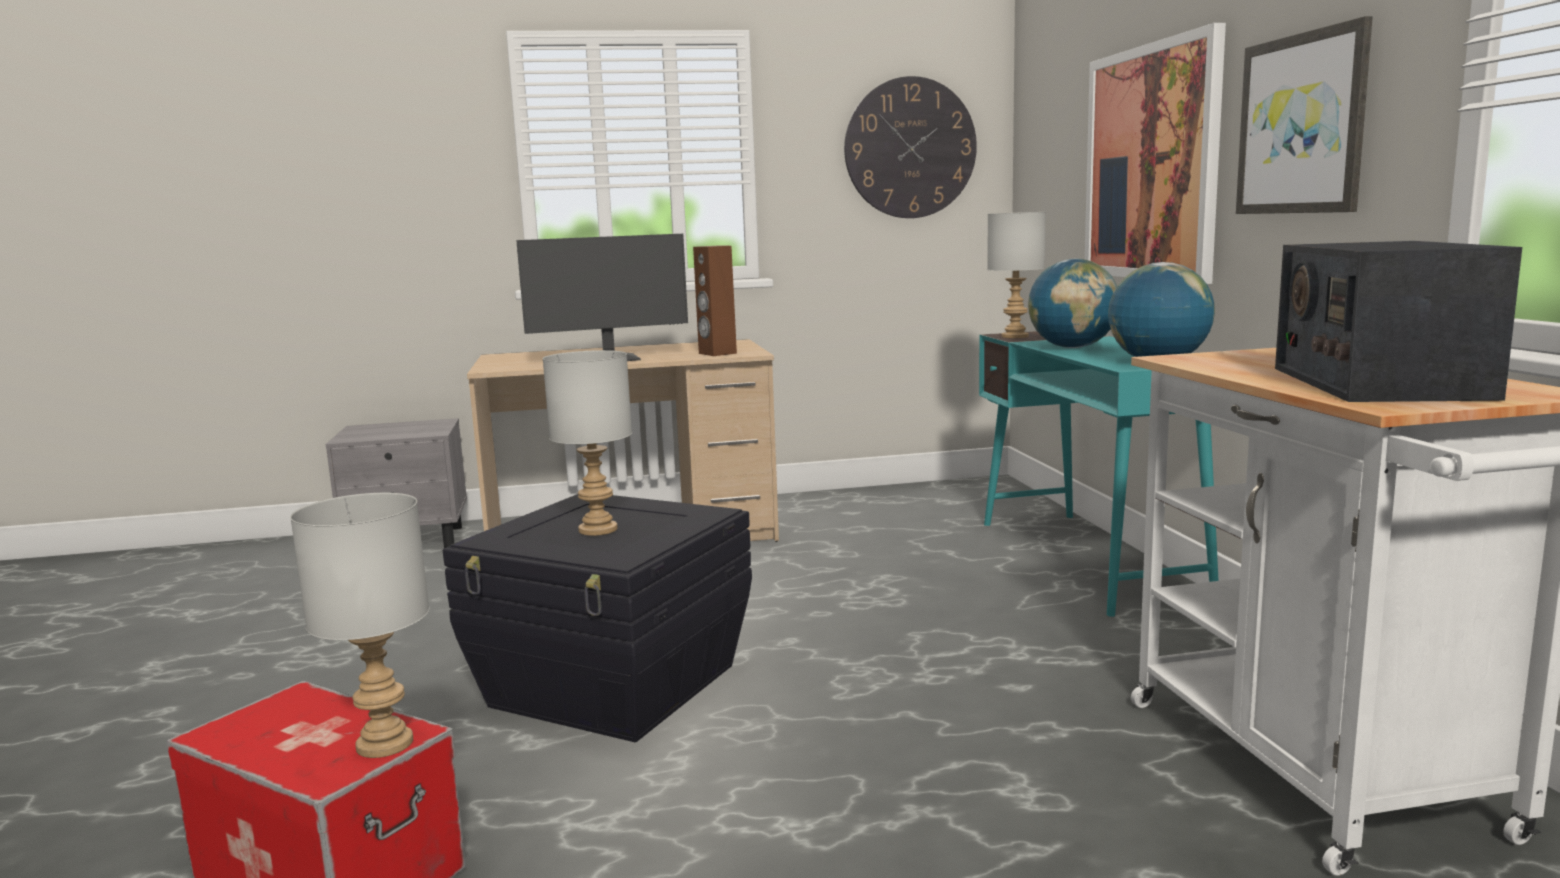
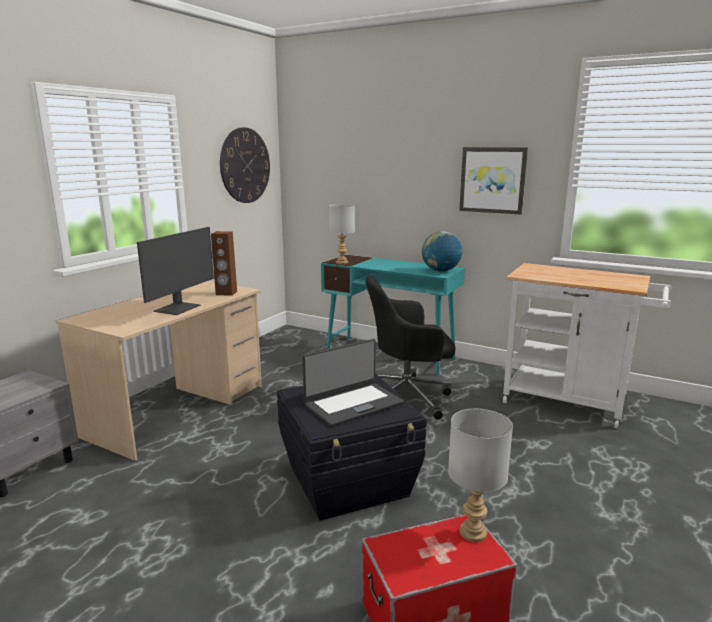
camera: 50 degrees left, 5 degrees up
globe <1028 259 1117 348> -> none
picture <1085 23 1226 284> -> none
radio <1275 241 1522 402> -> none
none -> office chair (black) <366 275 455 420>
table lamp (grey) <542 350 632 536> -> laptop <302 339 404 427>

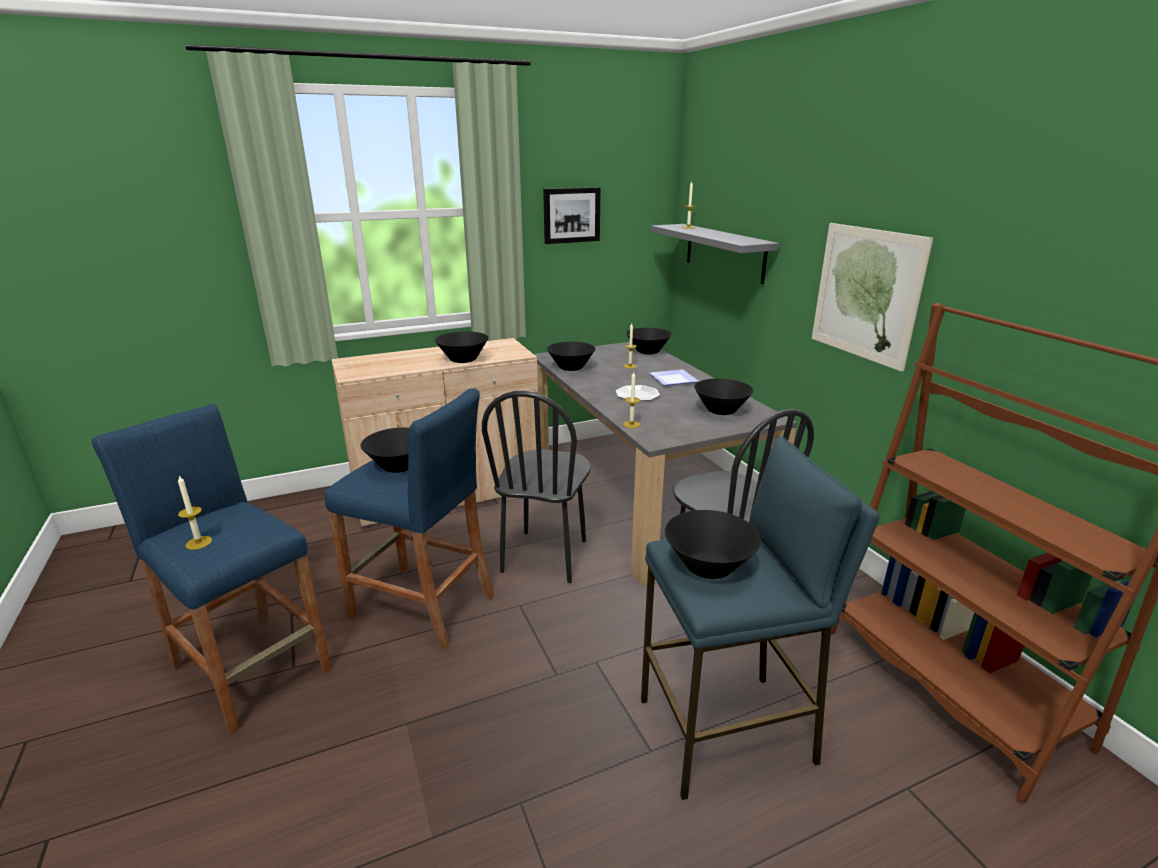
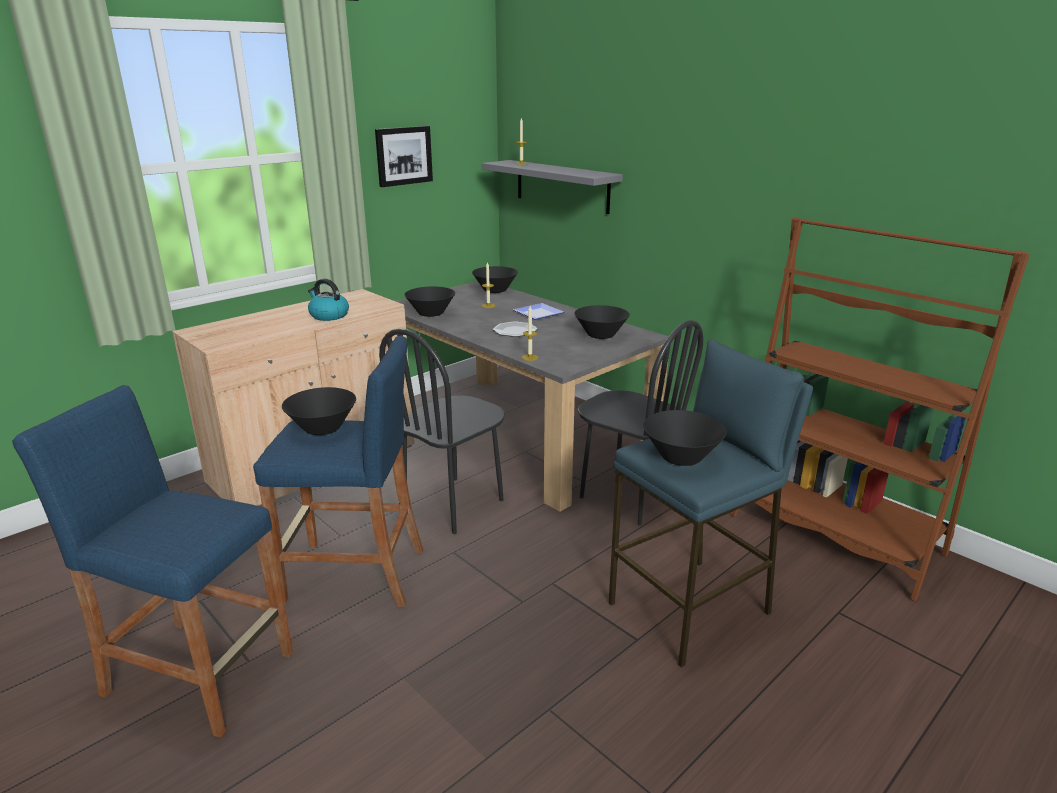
camera: 20 degrees left, 0 degrees up
candle <178 476 212 550> -> none
picture <812 223 933 372> -> none
bowl (black) <435 331 488 363> -> kettle <308 279 349 321>
chair (black) <482 391 591 583> -> chair (black) <379 328 505 534>, 45 degrees clockwise

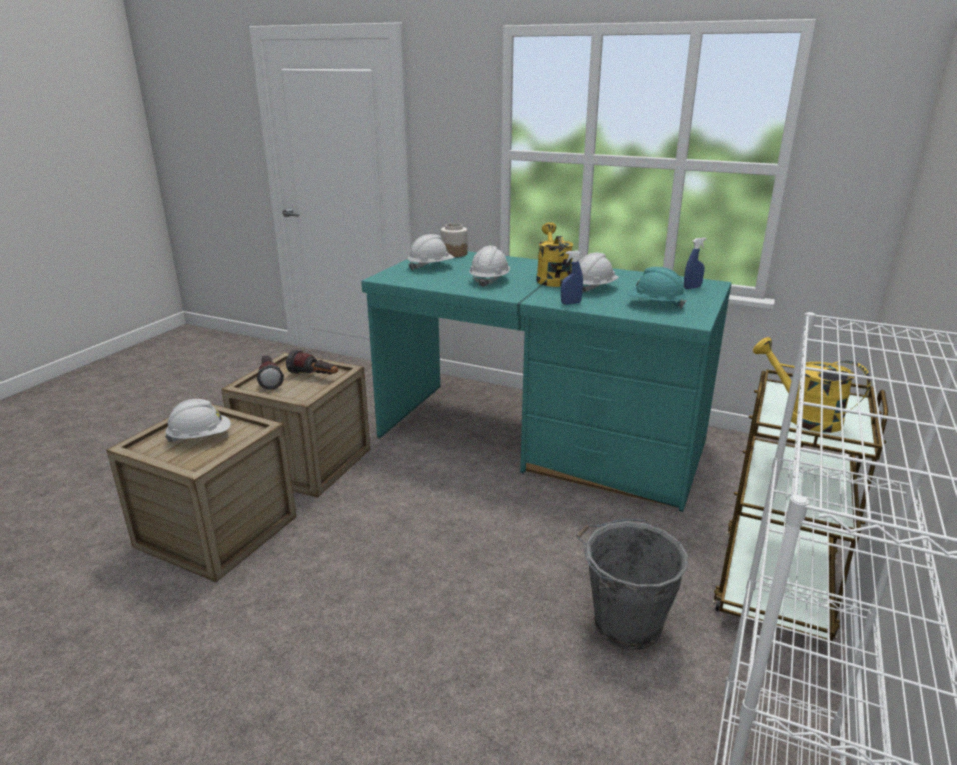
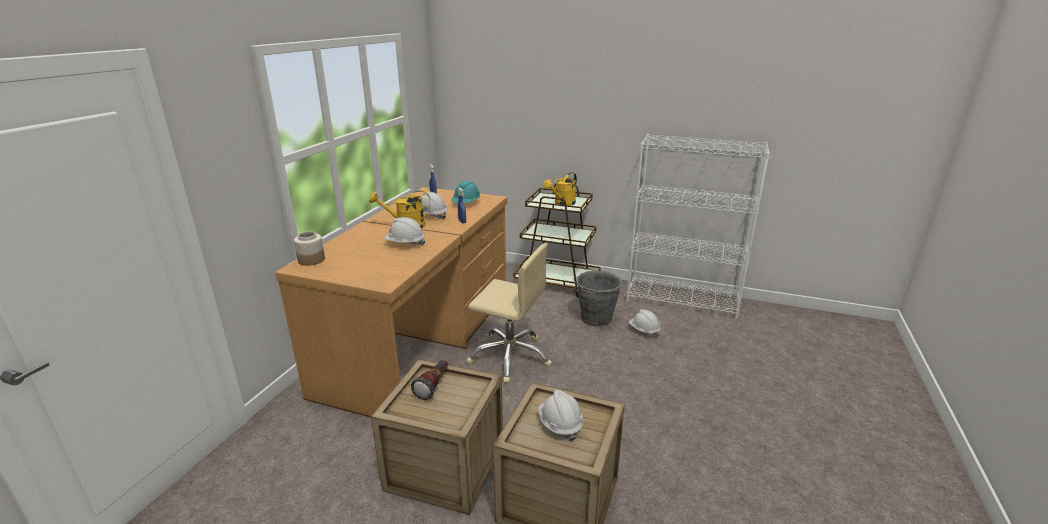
camera: 95 degrees left, 0 degrees up
flashlight <256 355 284 390> -> none
none -> office chair (beige) <467 243 552 383>
hard hat (white) <408 234 455 271> -> hard hat (white) <629 309 661 337>, relocated
desk (turquoise) <361 251 732 512> -> desk (brown) <275 187 508 418>

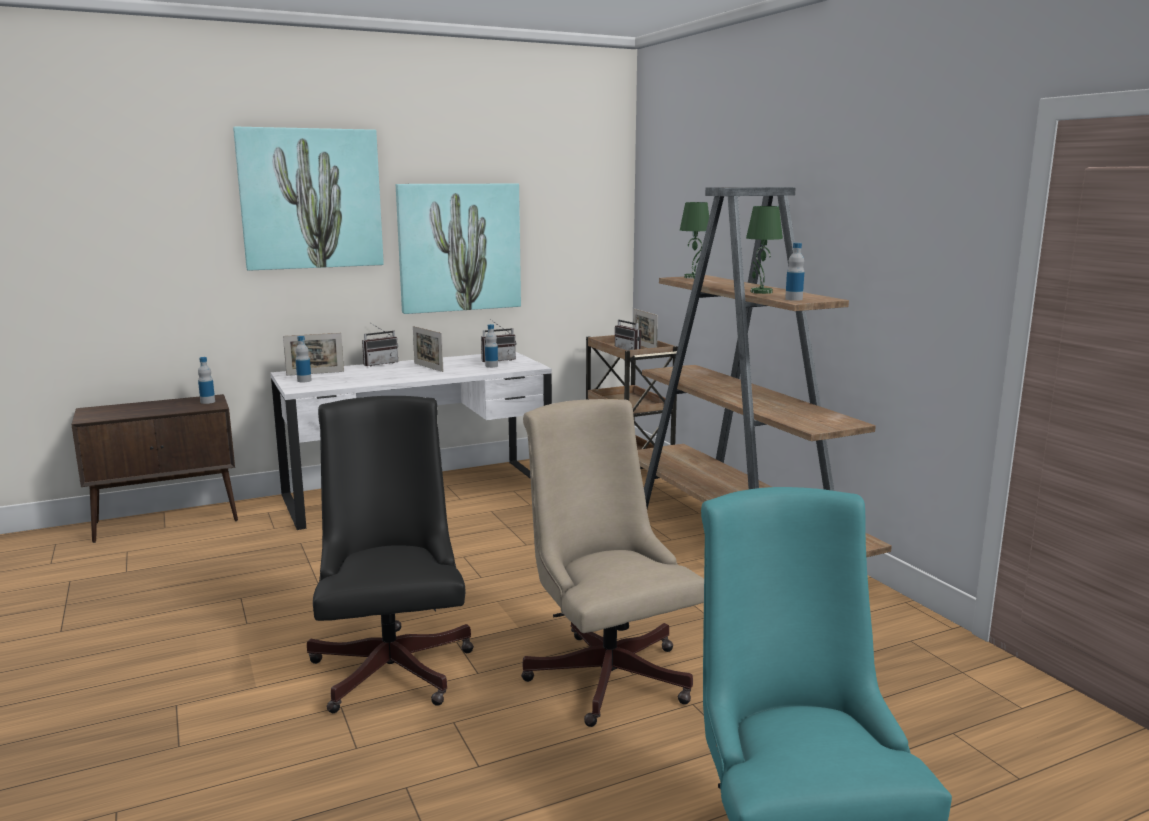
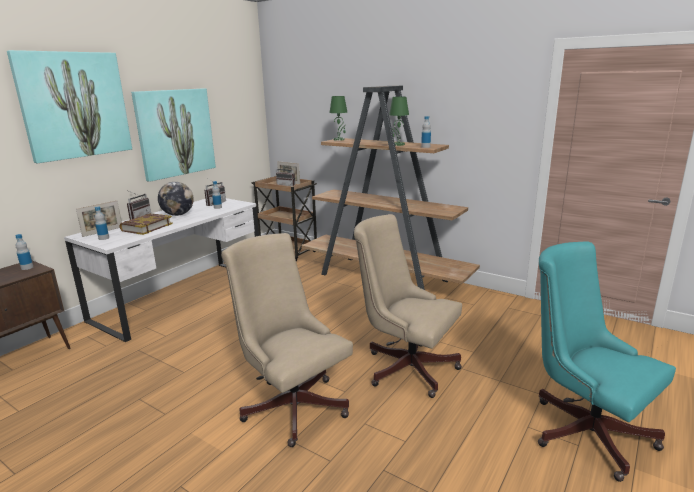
camera: 30 degrees left, 5 degrees up
none -> book <119 213 173 235>
picture frame <413 326 443 372> -> globe <158 182 194 216>
office chair (black) <307 396 474 713> -> office chair (beige) <221 233 353 447>

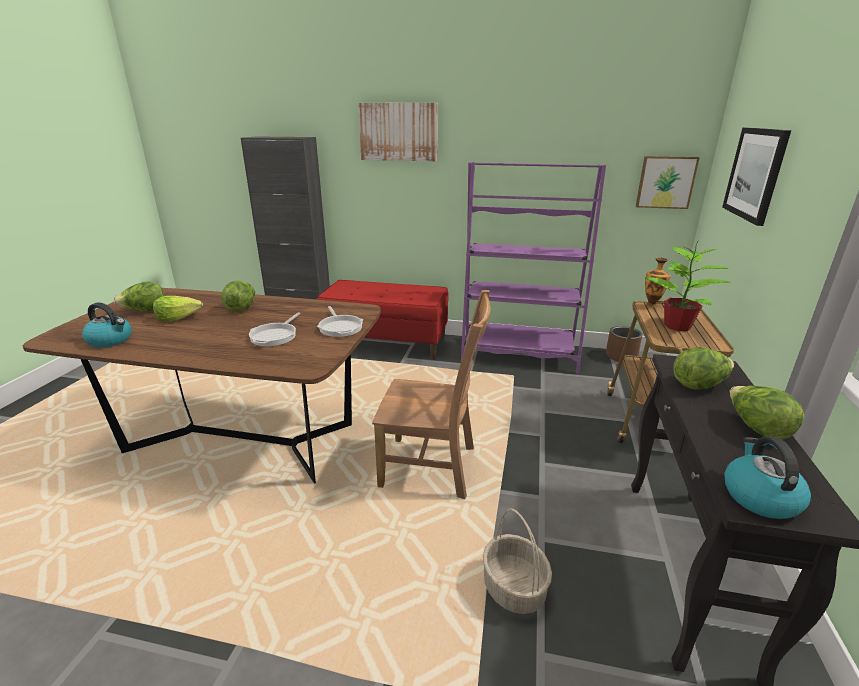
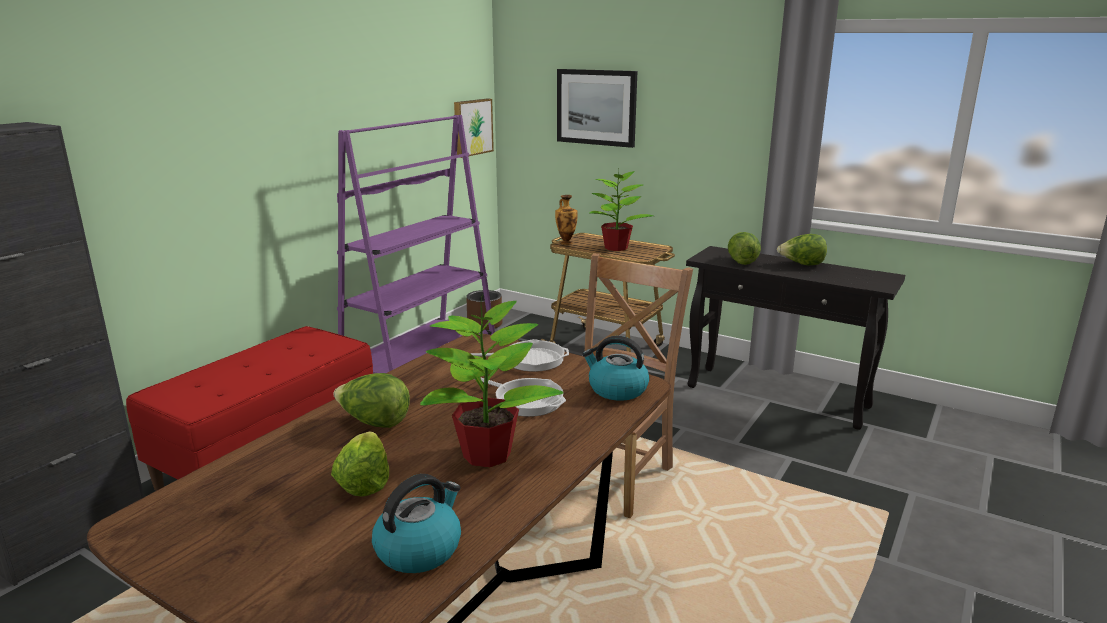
camera: 70 degrees left, 5 degrees down
lettuce <113 282 164 312> -> none
picture <358 103 438 162> -> none
basket <483 508 552 614> -> none
none -> potted plant <420 297 563 467>
kettle <724 436 811 519> -> kettle <582 336 649 401>, relocated

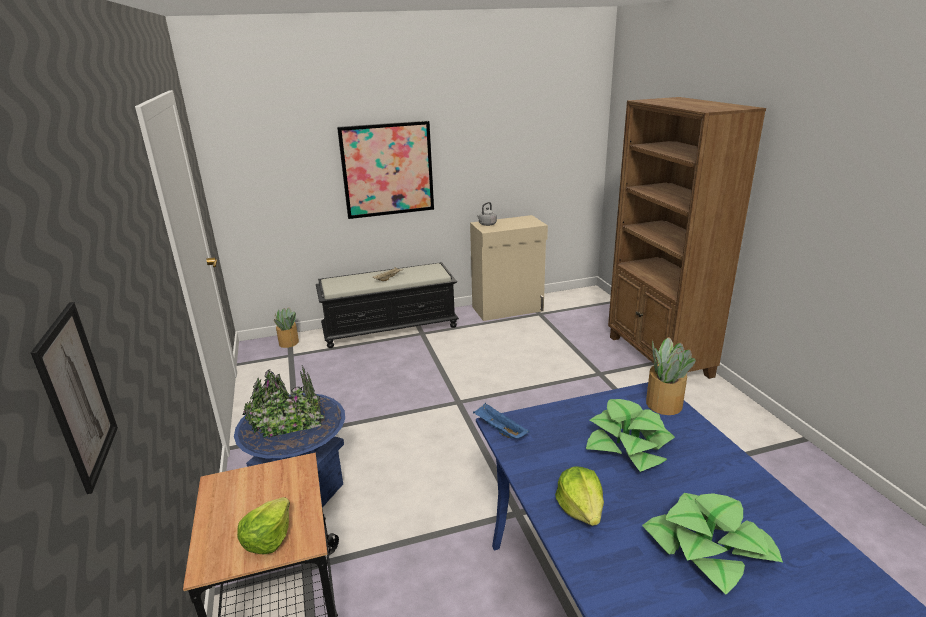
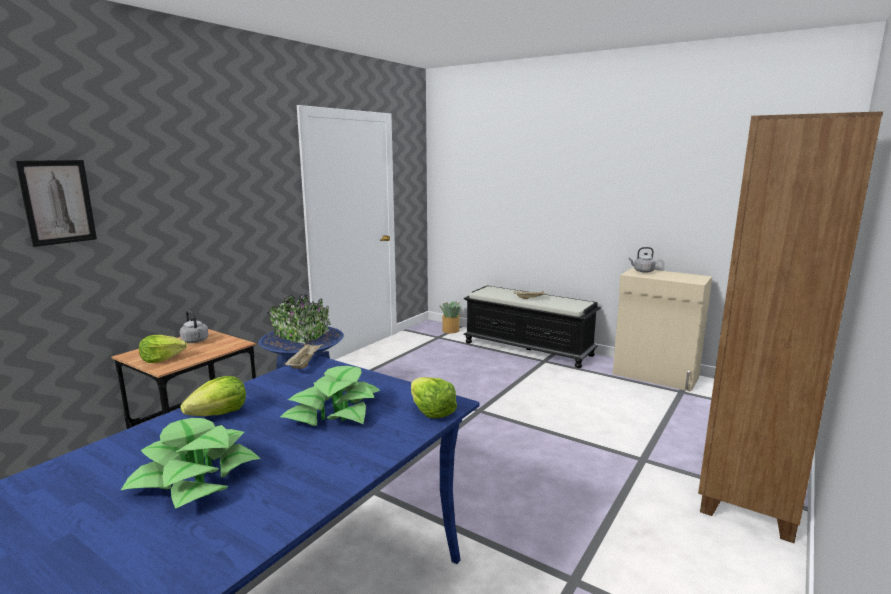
camera: 50 degrees right, 10 degrees down
picture <337 120 434 219> -> none
none -> kettle (grey) <180 310 209 343>
potted plant <646 337 696 415> -> lettuce <411 377 457 418>
tray (blue) <473 403 530 439> -> tray (beige) <284 343 323 369>

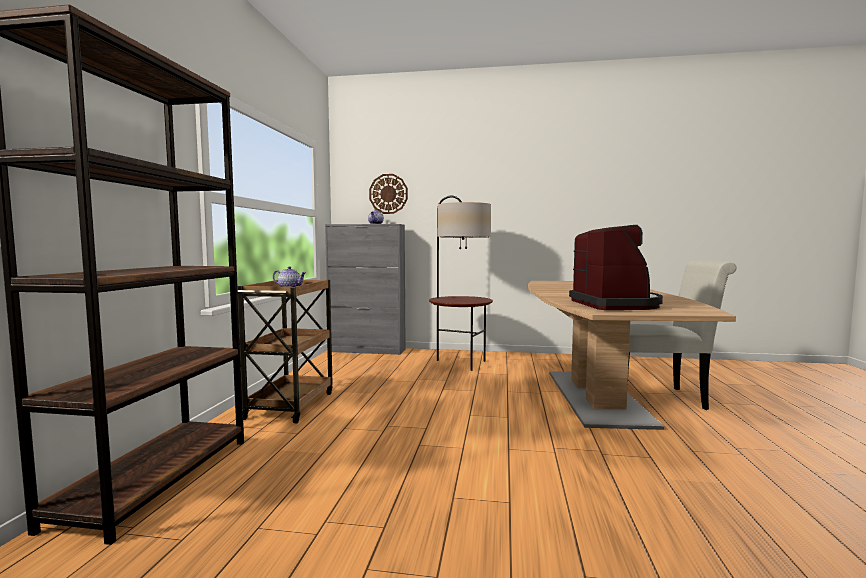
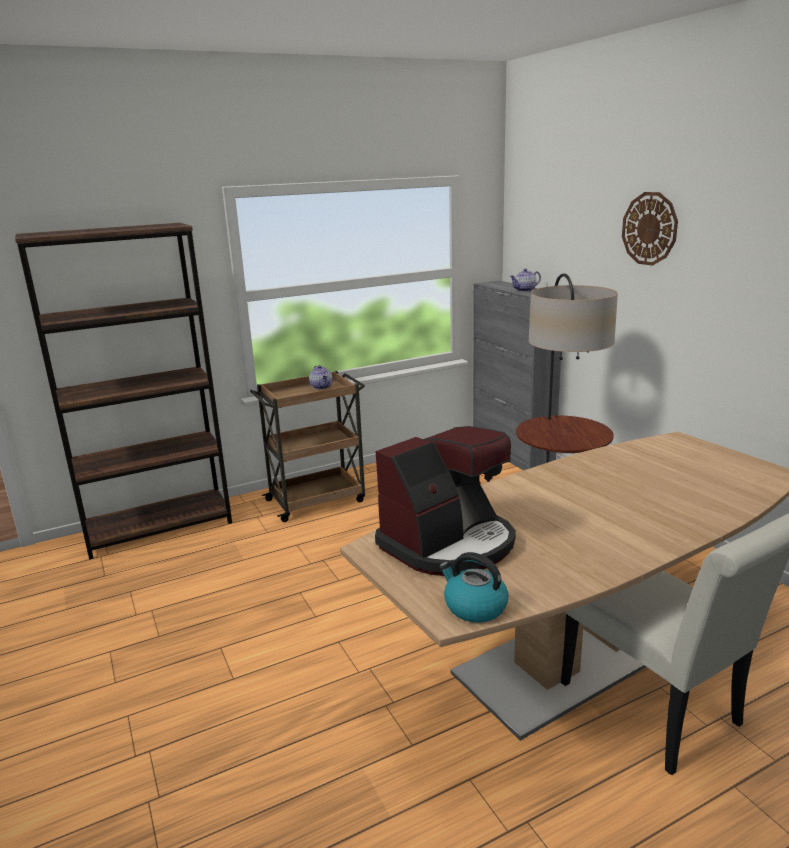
camera: 55 degrees right, 15 degrees up
none -> kettle <439 552 509 623>
wall clock <369 174 408 214> -> wall clock <622 192 678 266>, relocated

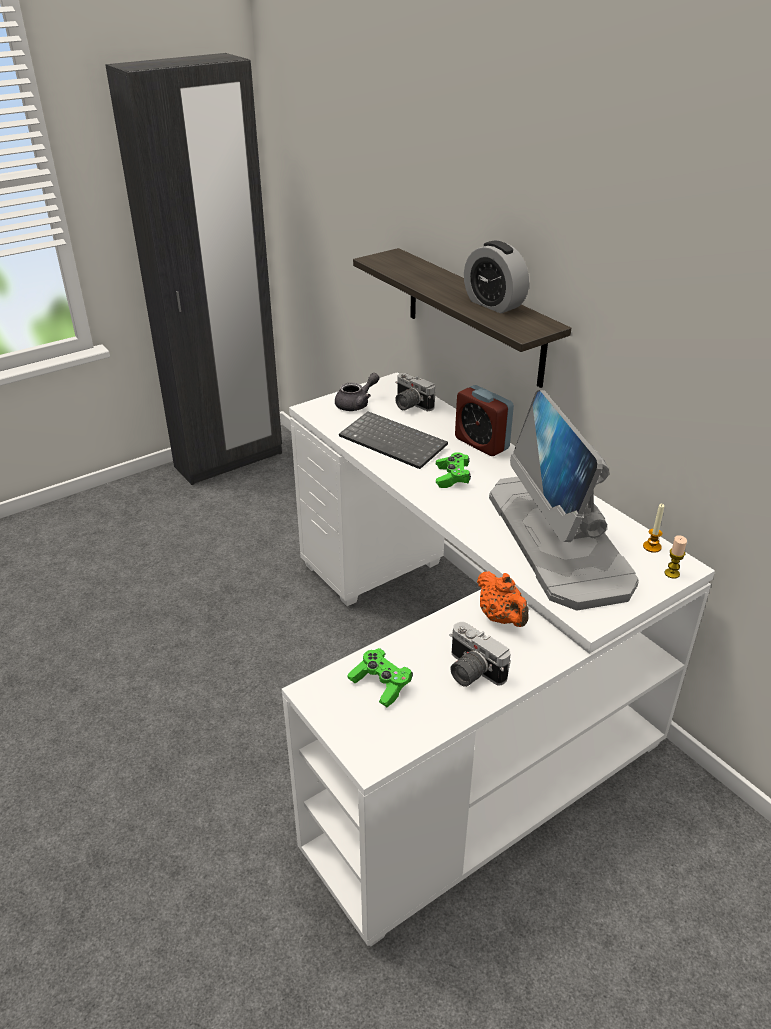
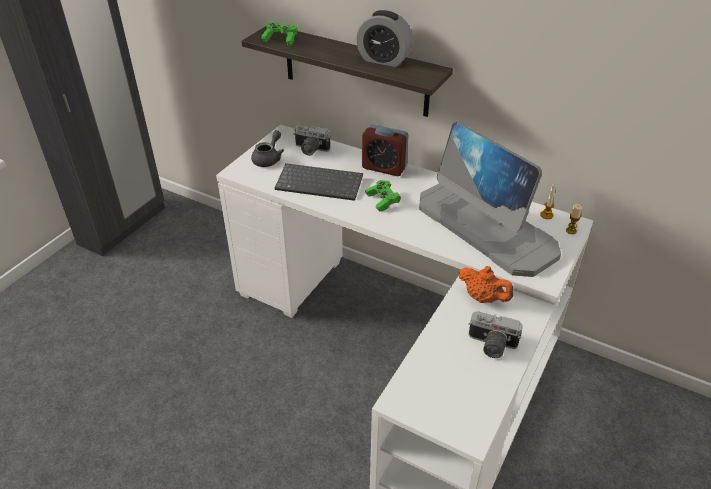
camera: 25 degrees left, 5 degrees up
game controller (green) <347 648 413 707> -> game controller (green) <261 22 298 46>, relocated

